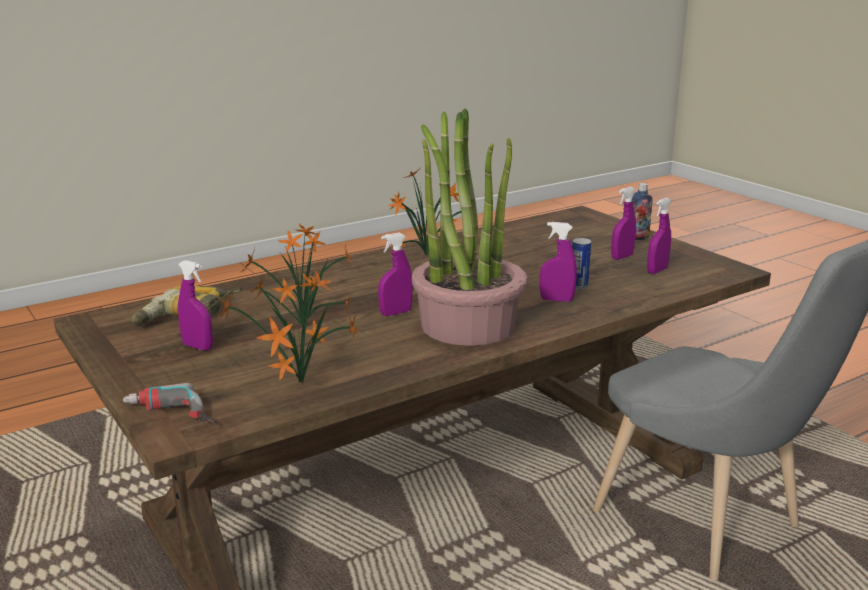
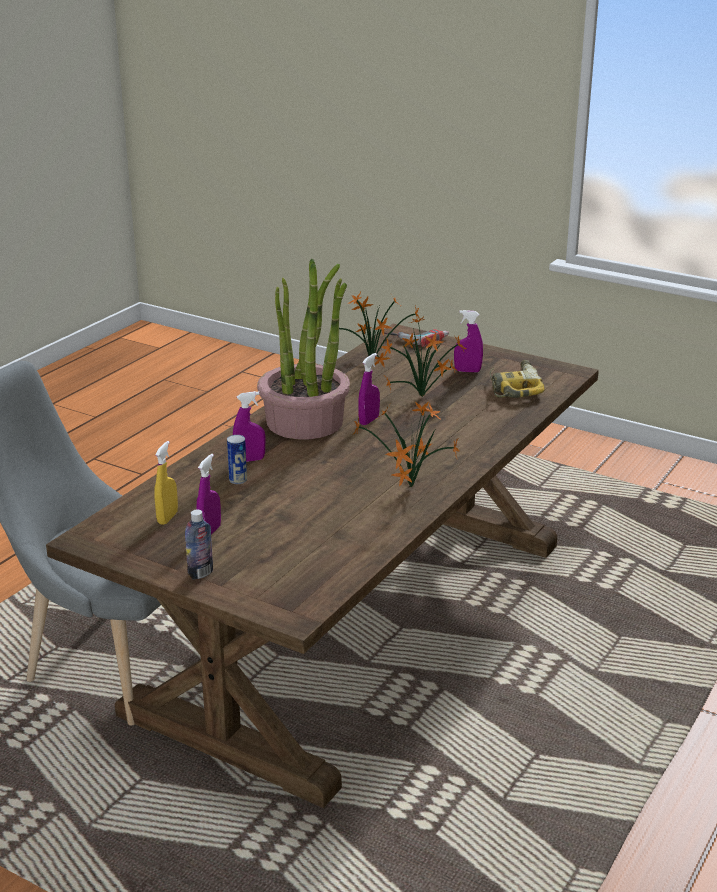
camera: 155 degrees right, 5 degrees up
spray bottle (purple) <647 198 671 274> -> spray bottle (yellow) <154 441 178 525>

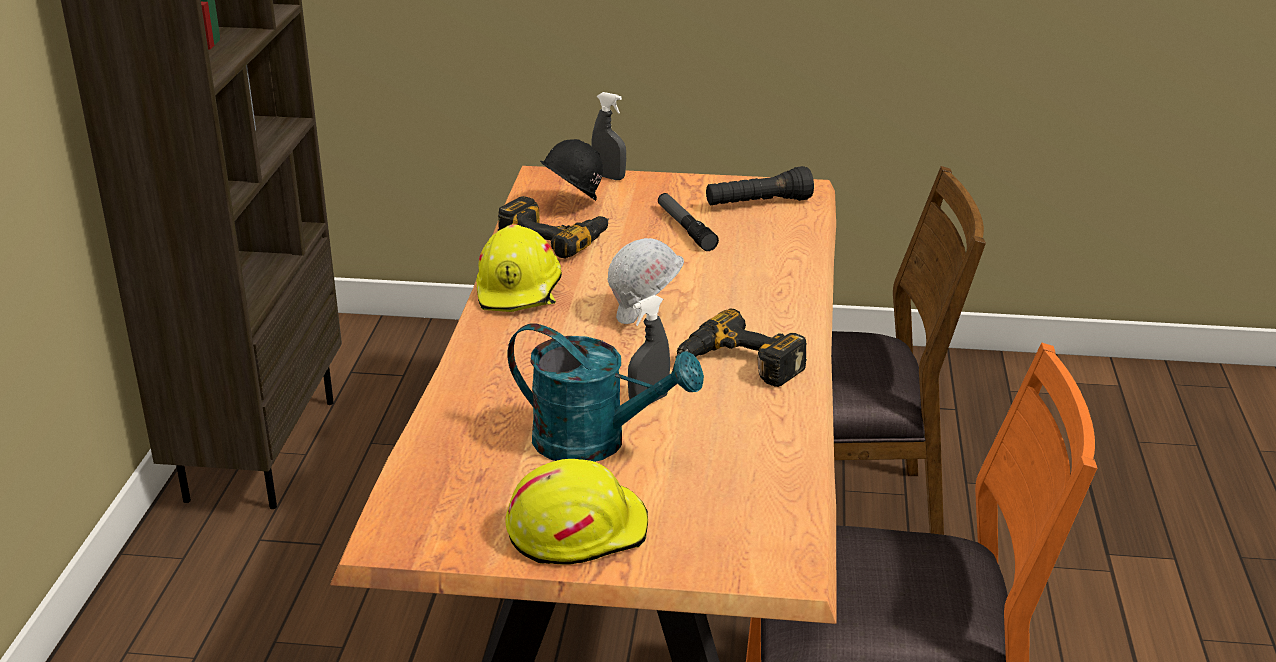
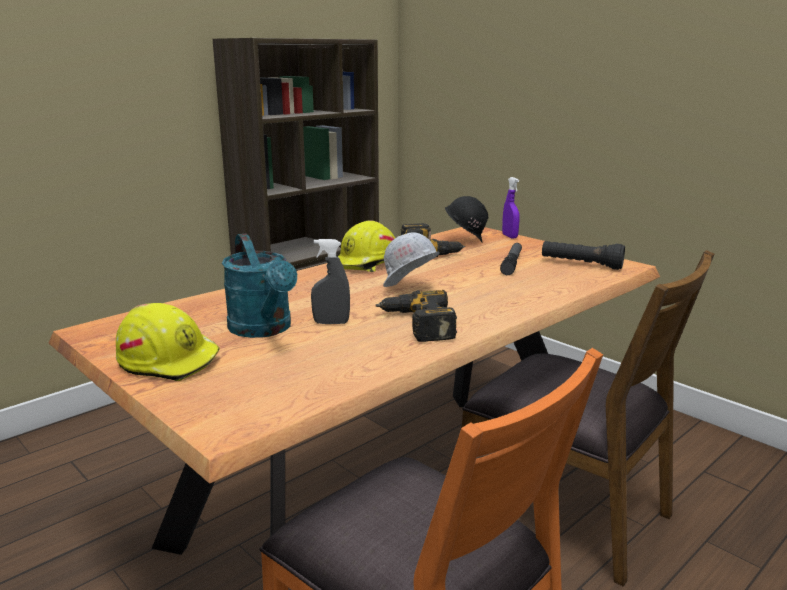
camera: 40 degrees right, 10 degrees down
spray bottle (grey) <591 92 626 180> -> spray bottle (purple) <502 177 520 238>

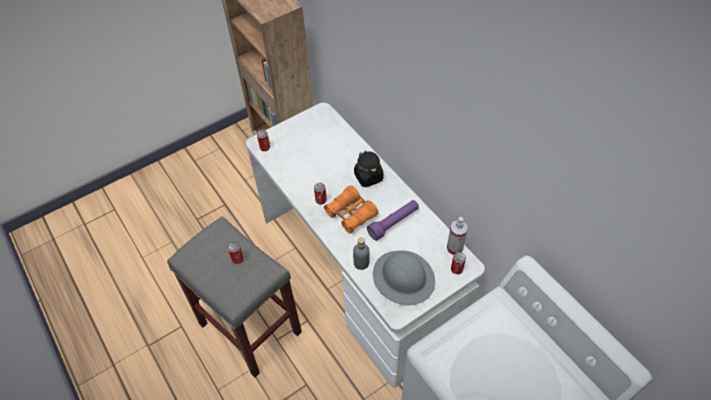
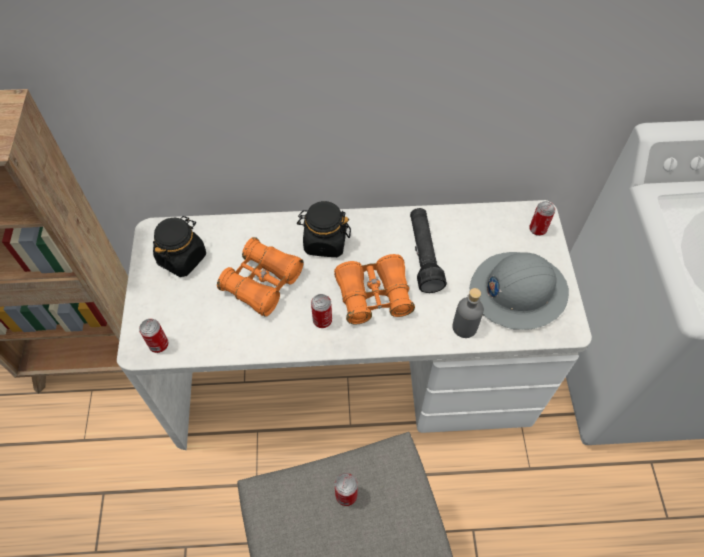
camera: 60 degrees left, 5 degrees up
spray bottle <447 217 468 255> -> none
none -> jar (black) <153 216 206 277>
none -> binoculars (orange) <217 237 304 317>
flashlight (purple) <367 200 419 241> -> flashlight (black) <410 208 447 293>

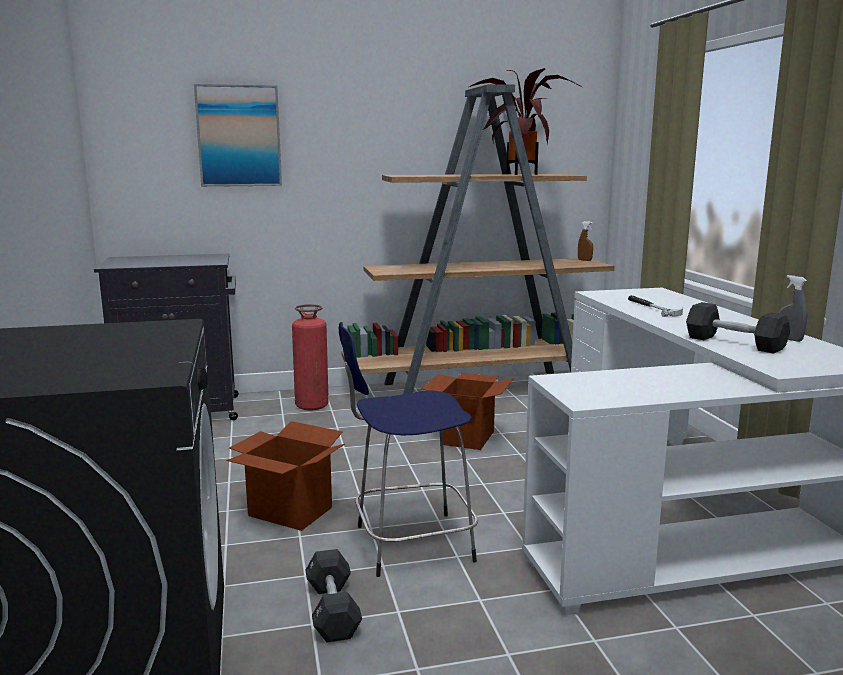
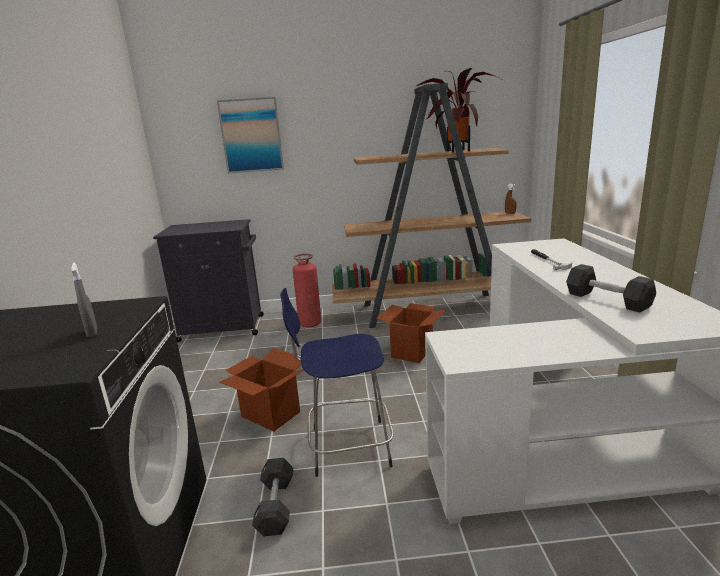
camera: 10 degrees right, 5 degrees up
spray bottle (grey) <779 275 807 342> -> spray bottle (grey) <71 262 97 337>, relocated

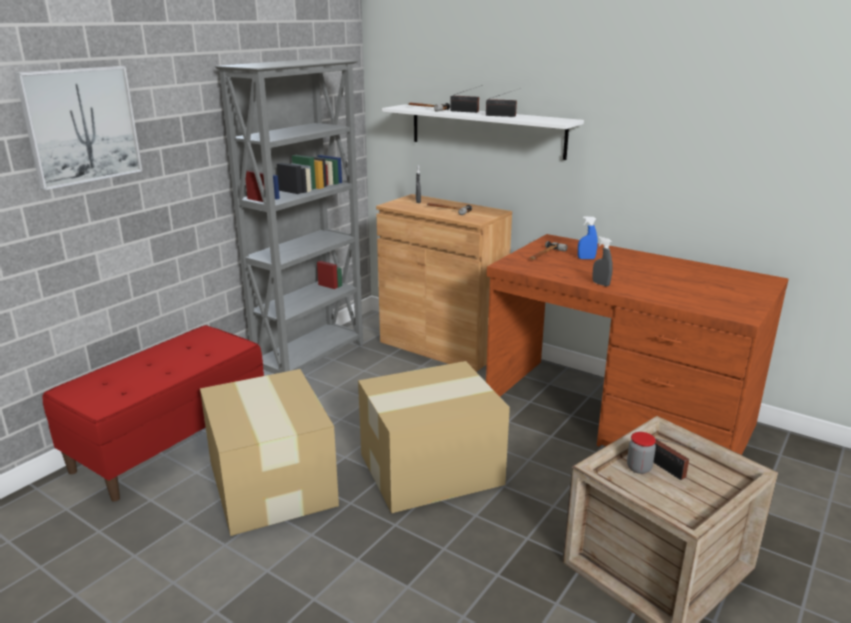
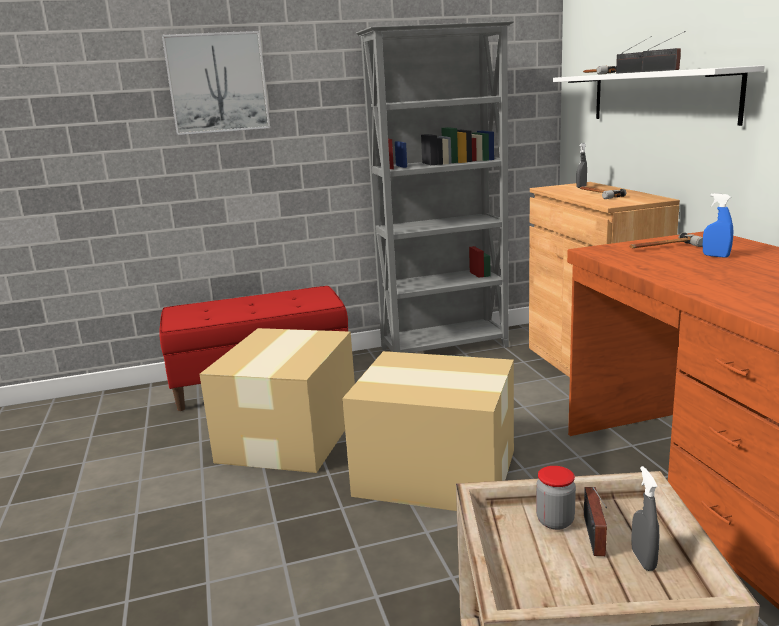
camera: 40 degrees right, 5 degrees down
spray bottle (grey) <592 237 613 287> -> spray bottle (grey) <631 466 659 571>, relocated

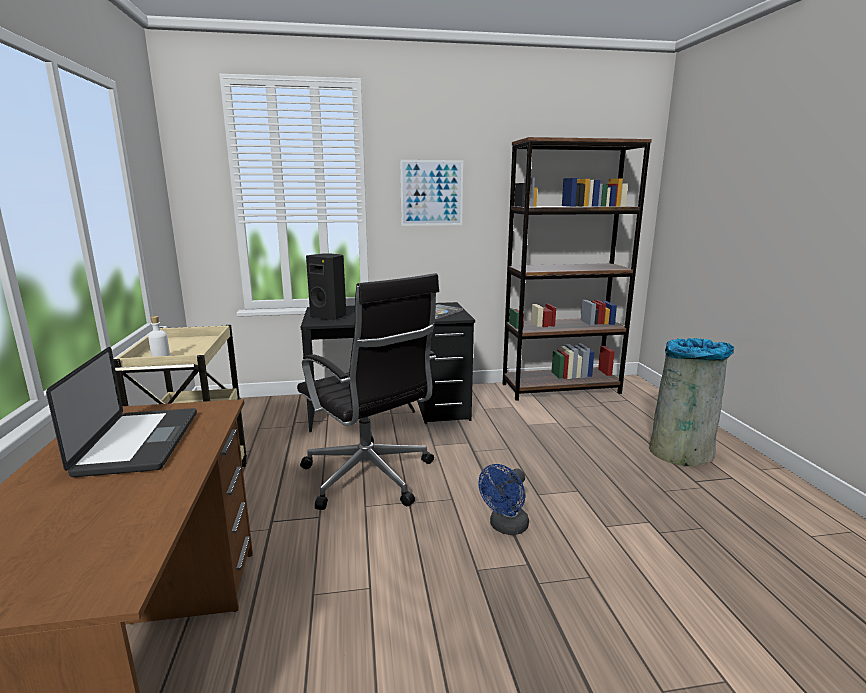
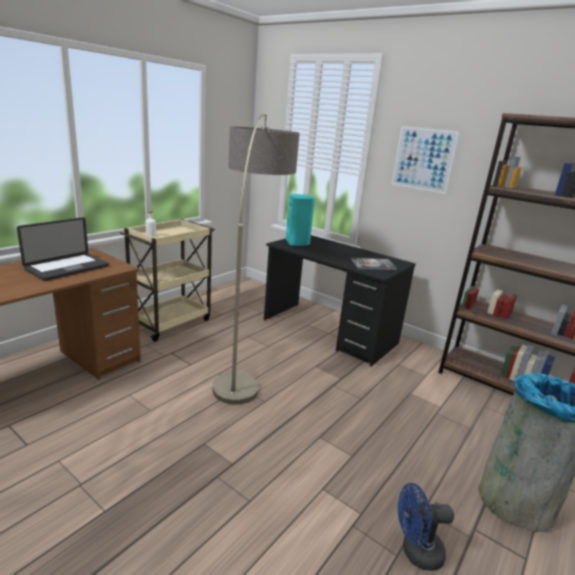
camera: 45 degrees right, 5 degrees up
fan (blue) <478 464 529 535> -> fan (blue) <398 483 454 571>, relocated
office chair (black) <297 273 439 510> -> floor lamp <213 114 300 405>
speaker (black) <306 254 346 320> -> speaker (turquoise) <286 194 315 246>

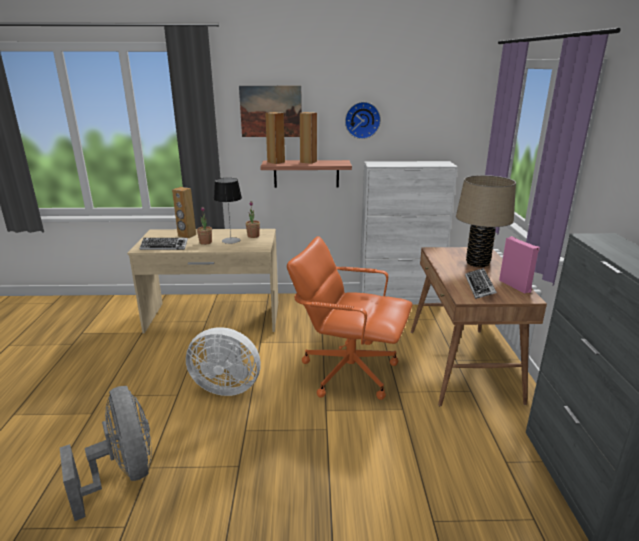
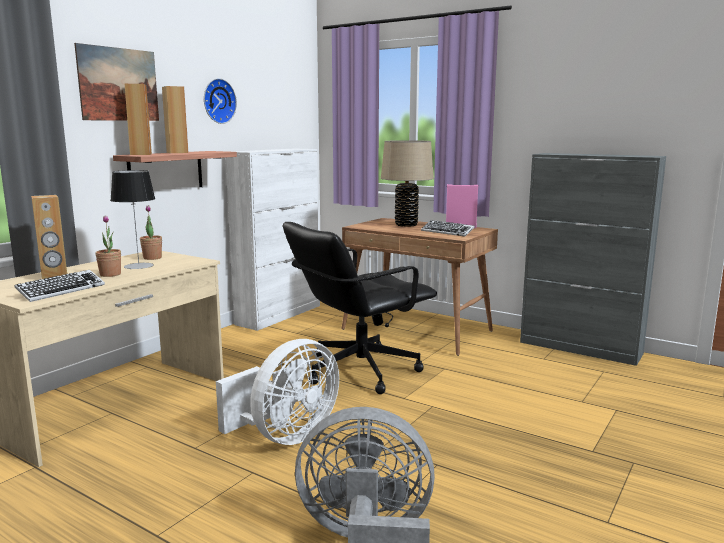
camera: 55 degrees left, 10 degrees down
office chair (orange) <287 236 412 400> -> office chair (black) <283 222 437 394>

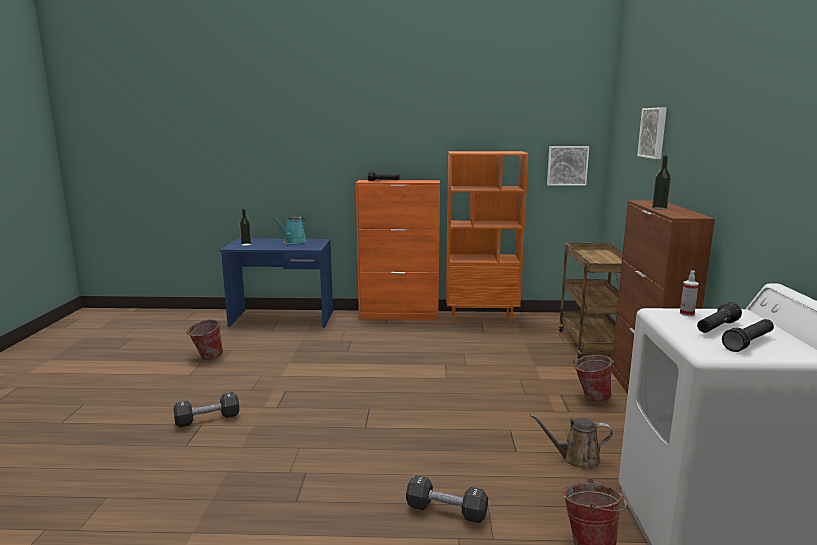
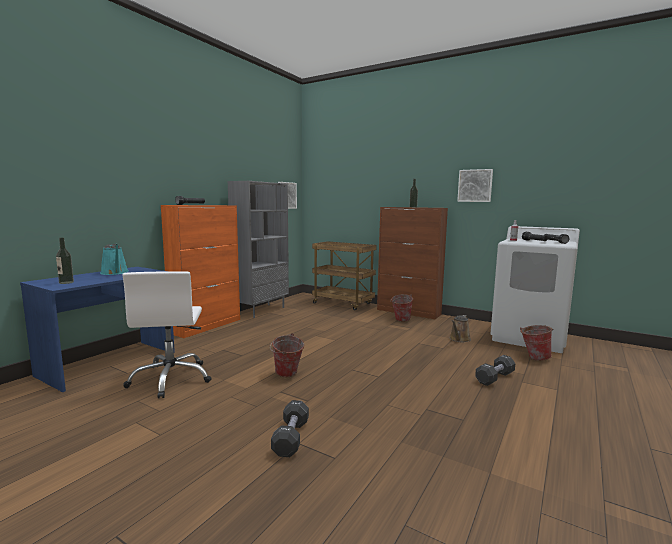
camera: 60 degrees left, 5 degrees down
none -> office chair (white) <123 271 212 398>
bucket <186 319 223 360> -> bucket <270 333 305 377>, relocated
picture <637 107 667 159> -> picture <457 169 493 202>, relocated
bookcase (orange) <446 151 528 324> -> bookcase (grey) <228 181 289 318>

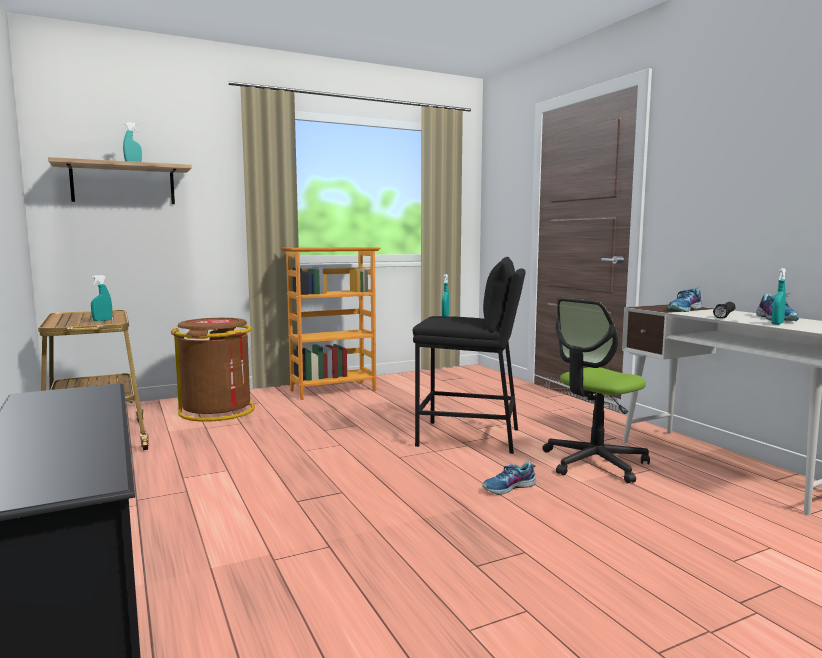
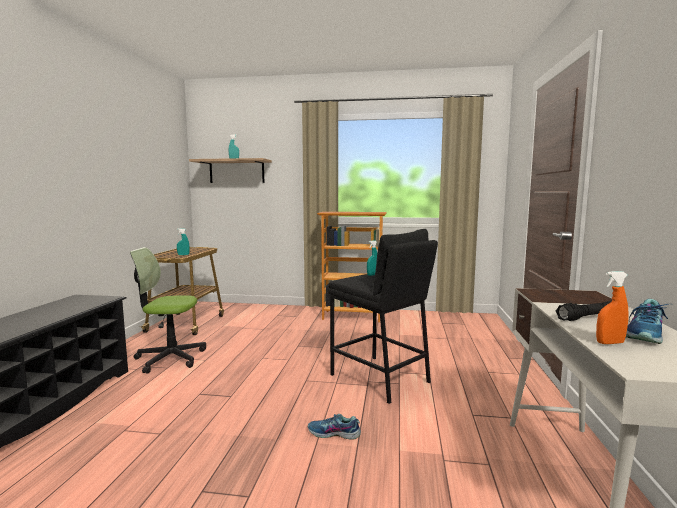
camera: 35 degrees right, 0 degrees up
trash can (brown) <171 318 255 422> -> none
shoe <668 288 702 312> -> none
office chair <542 298 650 483> -> office chair <130 247 206 374>, relocated
spray bottle (turquoise) <771 268 786 325> -> spray bottle (orange) <596 271 629 344>

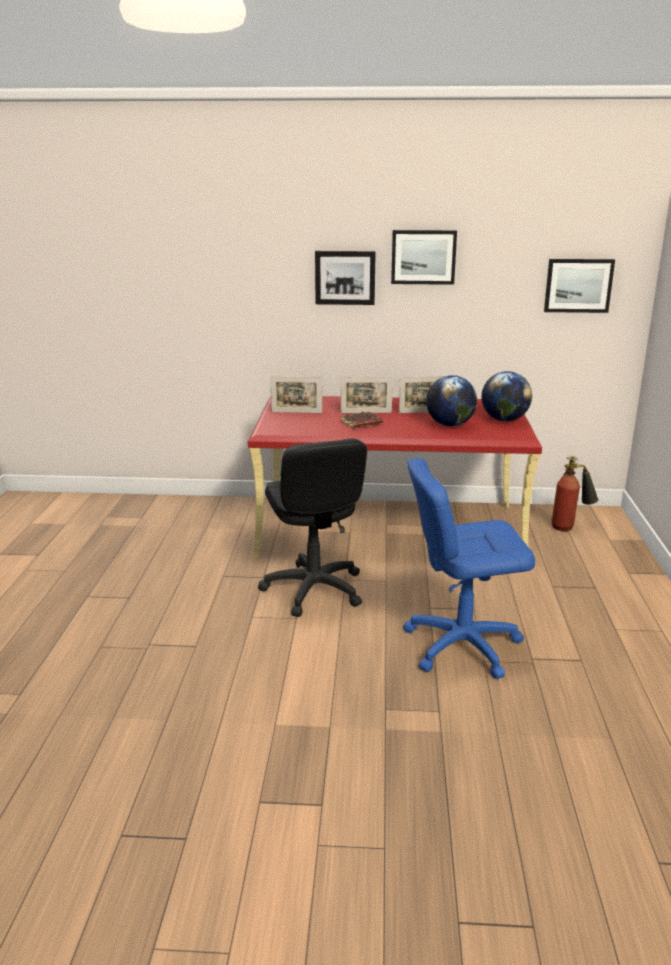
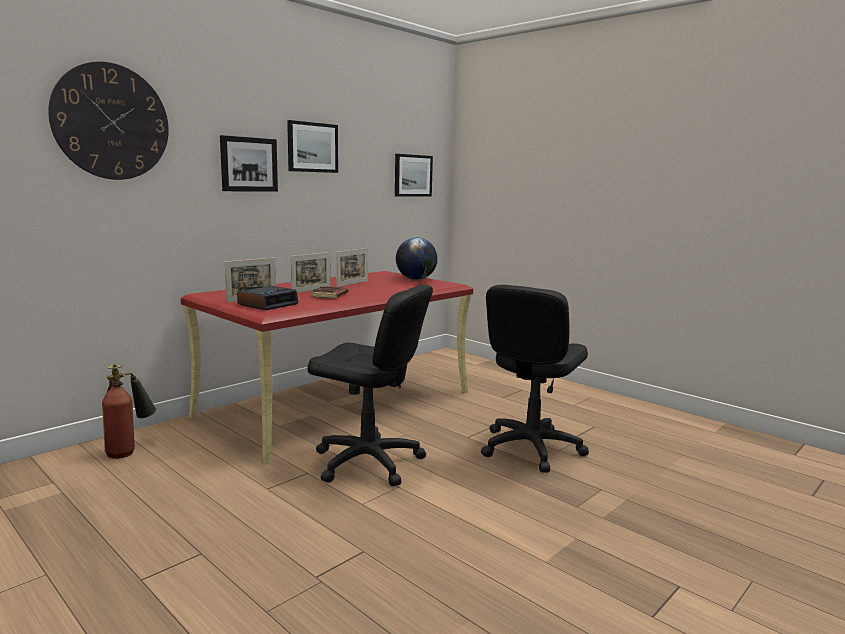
camera: 50 degrees left, 10 degrees down
globe <426 375 477 426> -> none
none -> wall clock <48 61 169 180>
none -> alarm clock <237 286 298 310>
fire extinguisher <551 456 598 531> -> fire extinguisher <102 364 156 459>, relocated
office chair (blue) <403 458 535 679> -> office chair (black) <481 285 589 472>

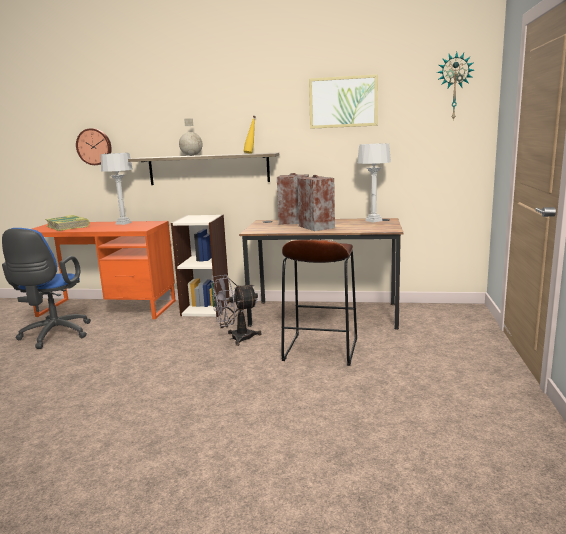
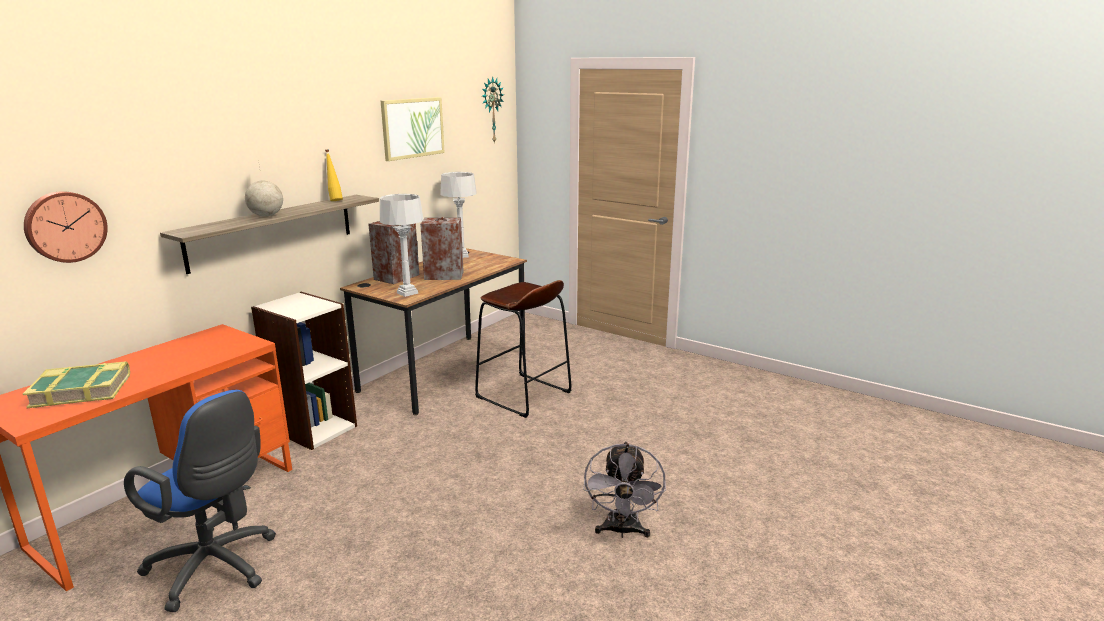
camera: 65 degrees left, 5 degrees up
table lamp (grey) <101 153 133 225> -> table lamp (grey) <380 194 423 297>, relocated
fan (grey) <211 274 262 346> -> fan (grey) <583 441 666 538>, relocated

